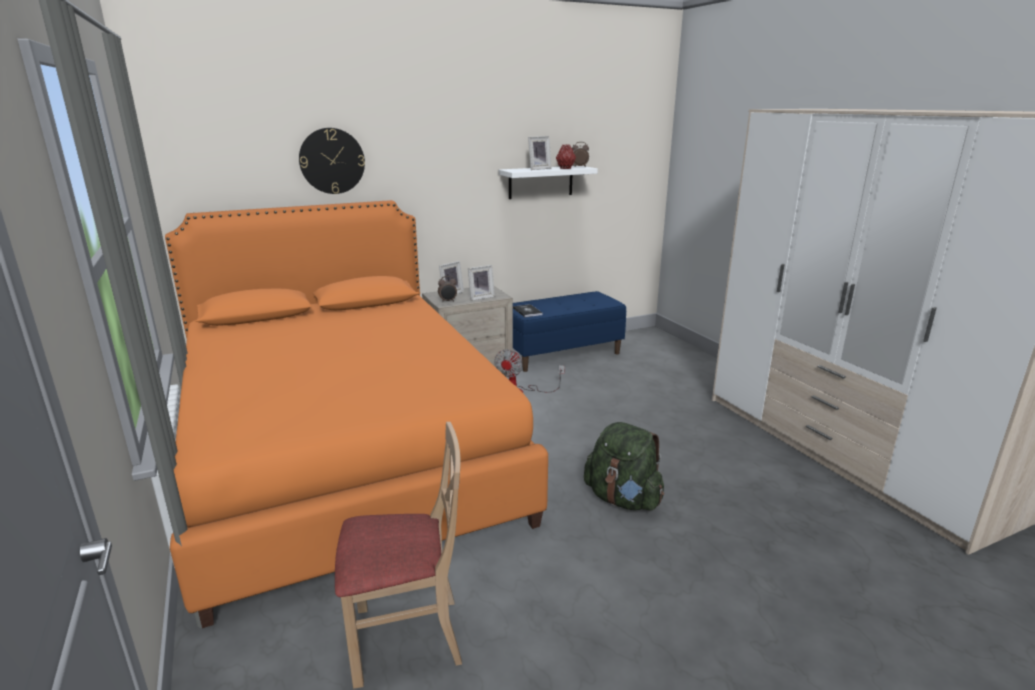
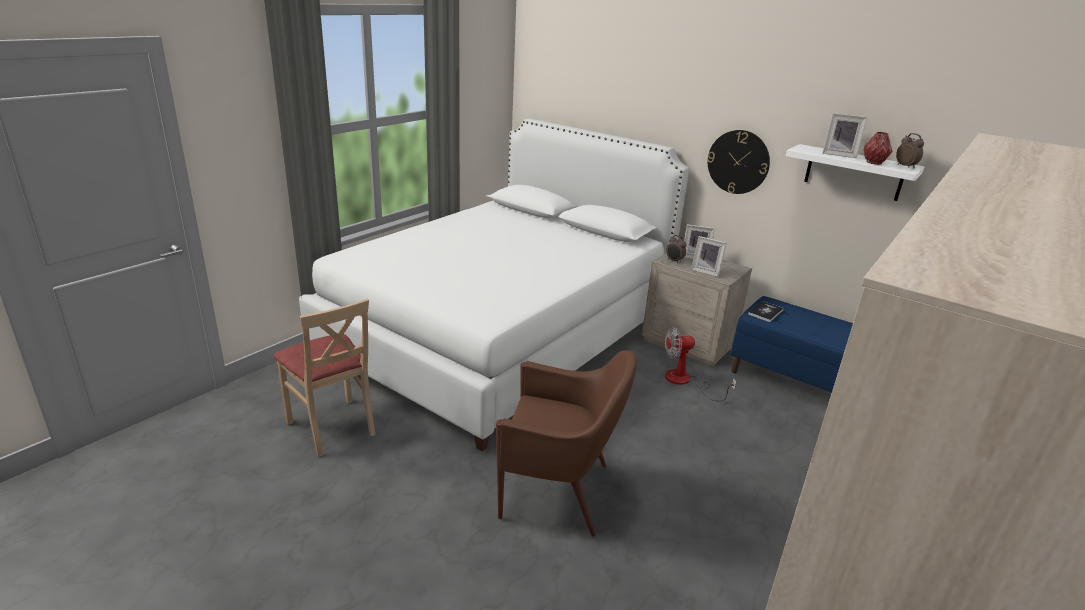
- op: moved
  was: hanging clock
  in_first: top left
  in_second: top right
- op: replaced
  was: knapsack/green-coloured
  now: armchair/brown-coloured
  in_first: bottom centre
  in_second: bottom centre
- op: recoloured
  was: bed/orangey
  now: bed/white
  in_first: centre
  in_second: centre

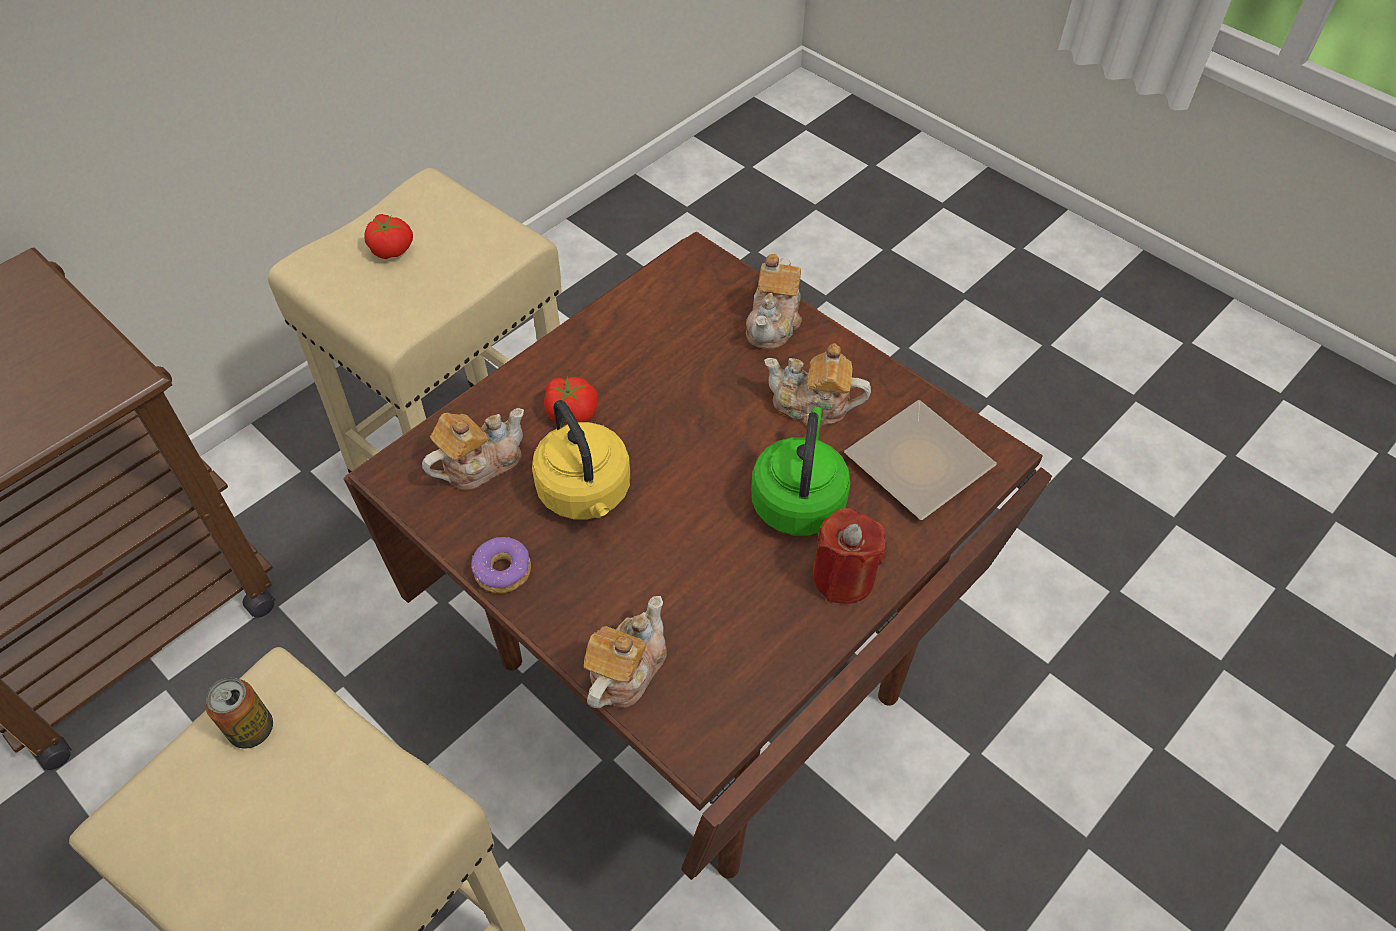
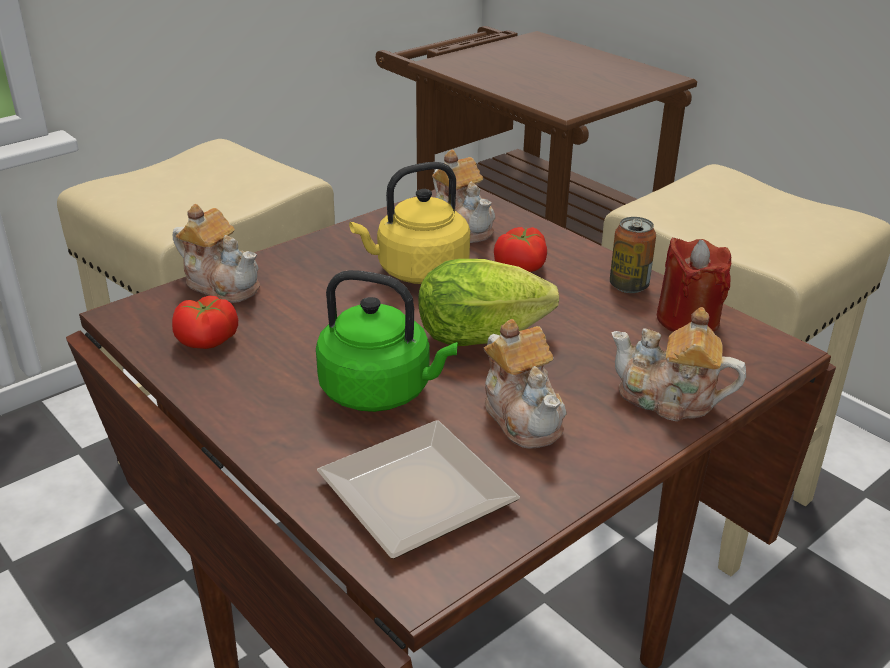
- op: removed
  was: donut
  in_first: centre
- op: added
  now: head of lettuce
  in_second: centre
- op: moved
  was: metal can
  in_first: bottom left
  in_second: middle right
- op: moved
  was: fresh tomato (1st from left)
  in_first: top left
  in_second: middle left
- op: moved
  was: wax light/reddish
  in_first: centre
  in_second: middle right
- op: turned
  was: pot for tea (4th from left in the first image)
  in_first: centre
  in_second: centre
  clockwise: 135

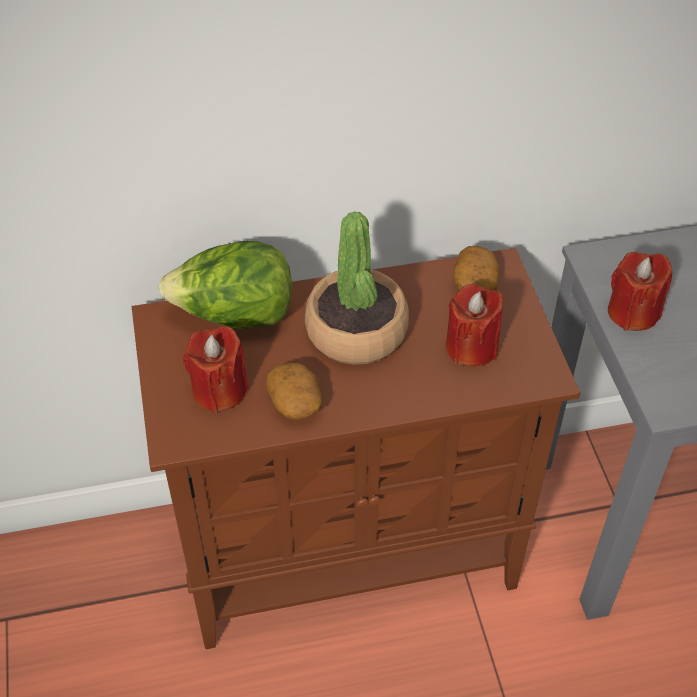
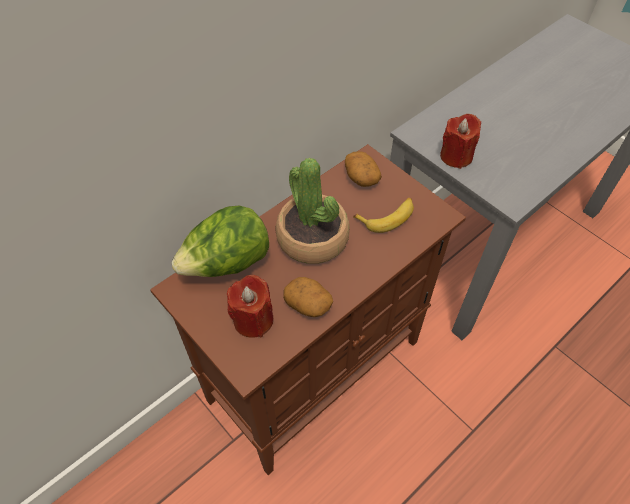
- op: replaced
  was: wax light/reddish (2nd from left)
  now: banana
  in_first: middle right
  in_second: centre

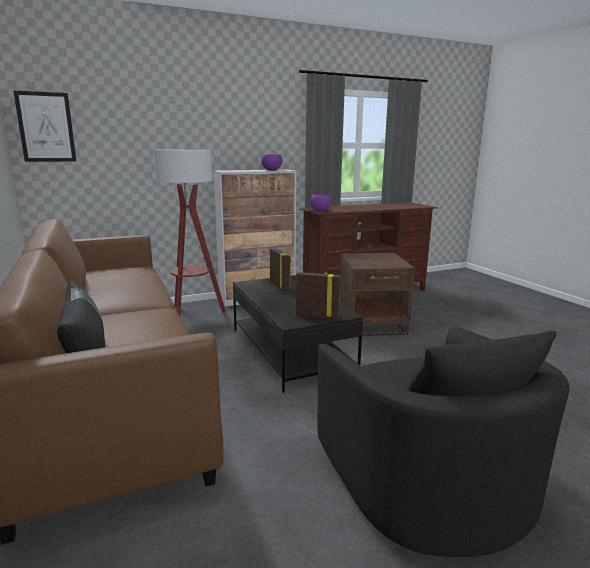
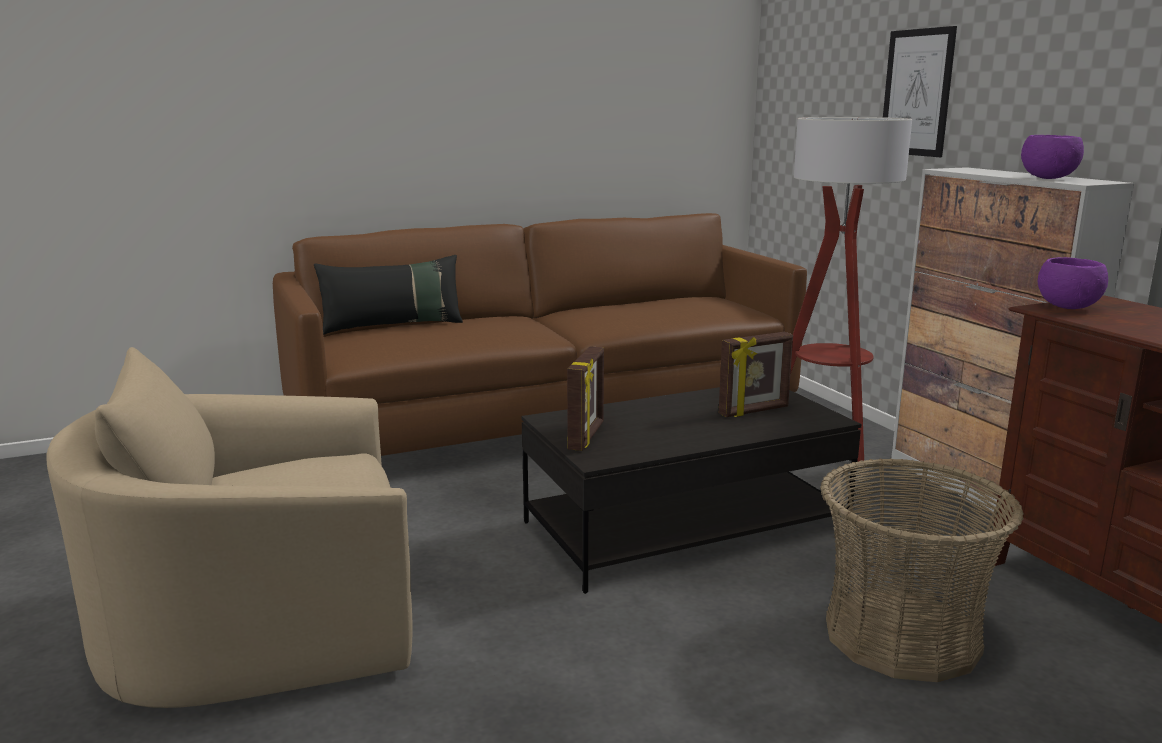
- op: moved
  was: picture
  in_first: top left
  in_second: top right
- op: replaced
  was: end table/brown-coloured
  now: storage basket
  in_first: centre
  in_second: bottom right
- op: recoloured
  was: armchair/black
  now: armchair/sand-coloured
  in_first: bottom right
  in_second: bottom left

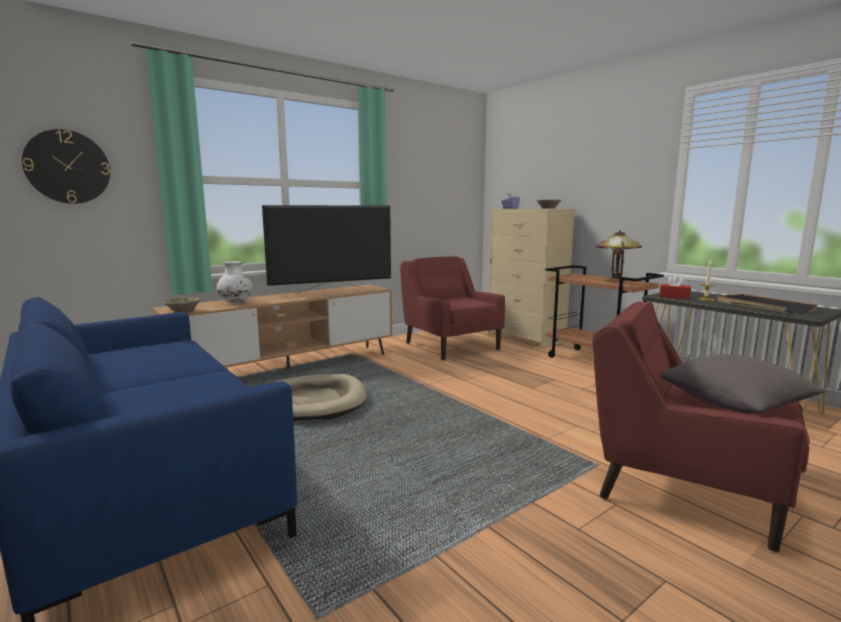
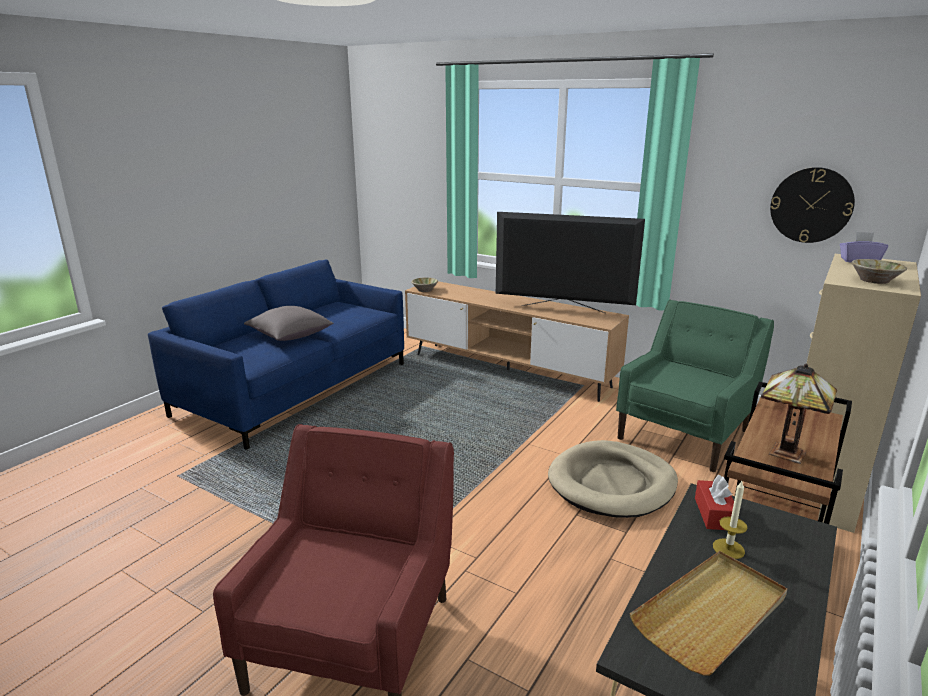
- op: removed
  was: decorative vase/white
  in_first: middle left
- op: moved
  was: hanging clock
  in_first: top left
  in_second: top right
- op: moved
  was: pet bed/sand-coloured
  in_first: centre
  in_second: bottom centre
- op: moved
  was: pillow/greyish
  in_first: middle right
  in_second: middle left
- op: recoloured
  was: armchair/reddish (1st from left)
  now: armchair/green-coloured
  in_first: centre
  in_second: middle right
- op: recoloured
  was: serving tray/black
  now: serving tray/sand-coloured
  in_first: middle right
  in_second: bottom right
- op: turned
  was: TV set
  in_first: centre
  in_second: centre
  clockwise: 150

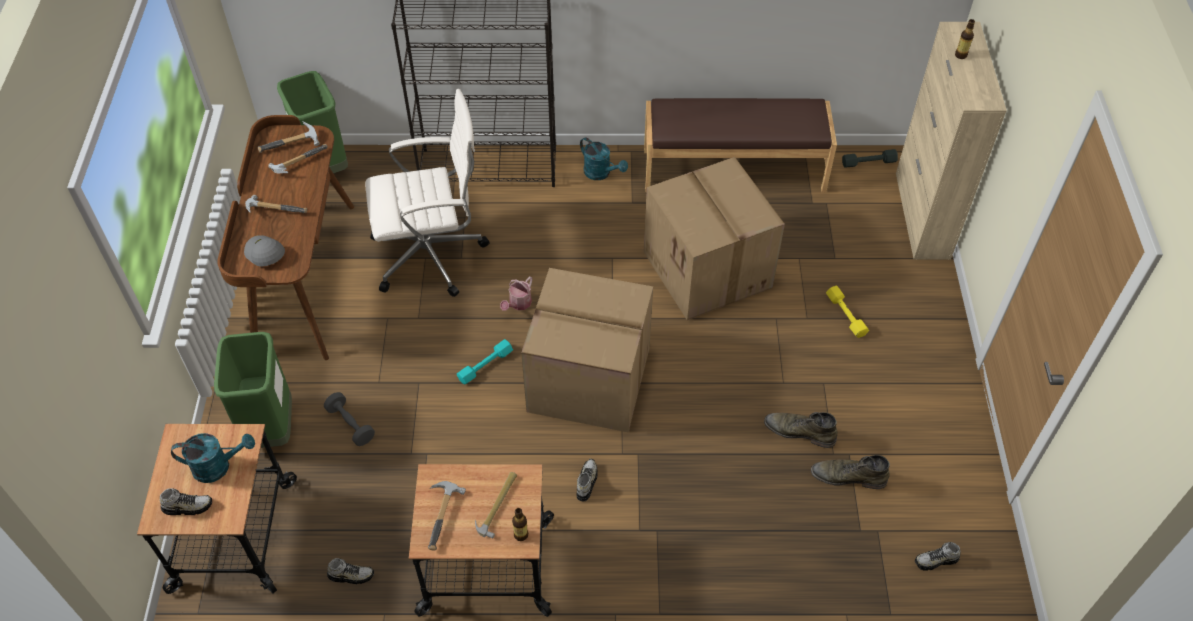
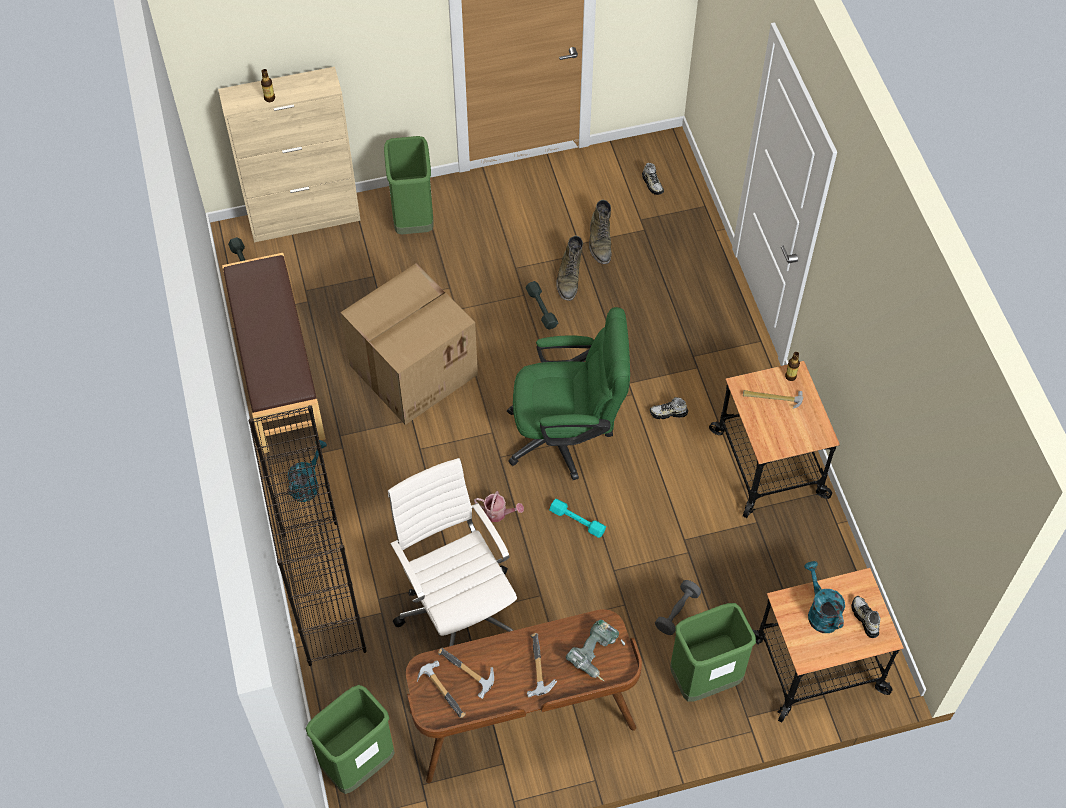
- op: removed
  was: low shoe (2nd from left)
  in_first: bottom left
- op: removed
  was: hand hammer (4th from left)
  in_first: bottom centre
- op: removed
  was: free weight/yellow-coloured
  in_first: middle right
- op: added
  now: rubbish bin/green-coloured (2nd from left)
  in_second: top centre
- op: added
  now: free weight/greyish (2nd from left)
  in_second: centre
- op: replaced
  was: cap/greyish
  now: electric drill
  in_first: middle left
  in_second: bottom centre
- op: replaced
  was: cardboard box (1st from left)
  now: desk chair/green-coloured
  in_first: centre
  in_second: centre

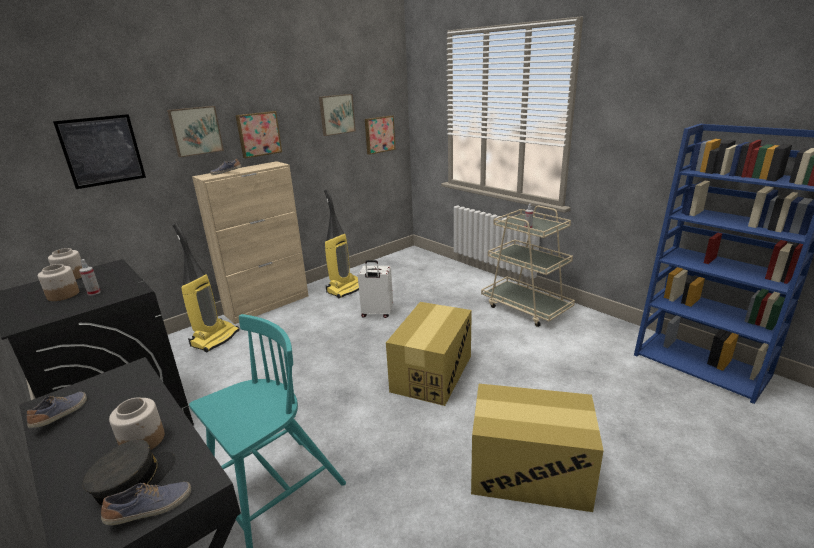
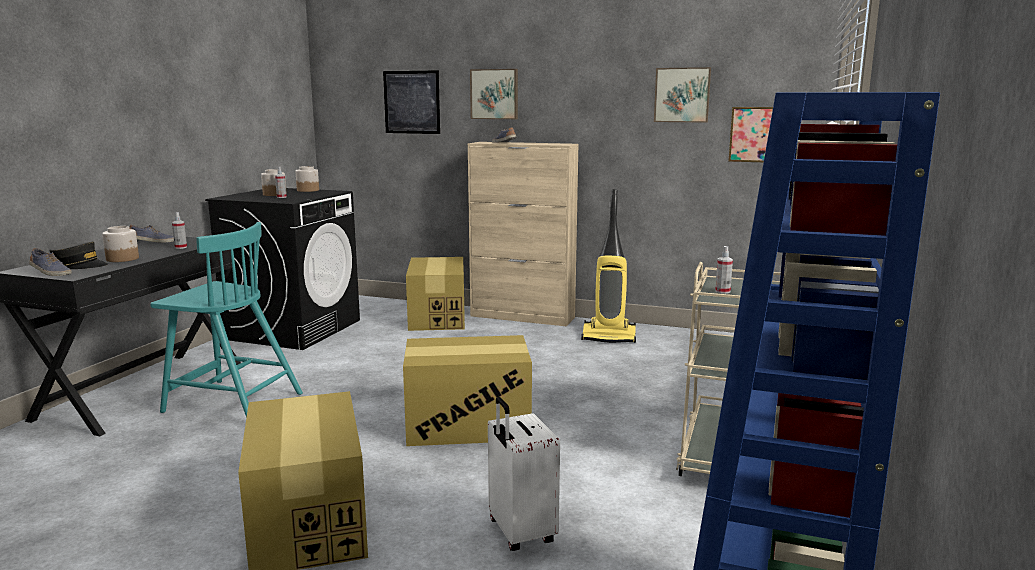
- op: removed
  was: picture (3rd from left)
  in_first: top left
- op: added
  now: sprayer (1st from left)
  in_second: middle left
- op: moved
  was: travel case/white
  in_first: centre
  in_second: bottom centre
- op: replaced
  was: vacuum cleaner (1st from left)
  now: cardboard box (2nd from left)
  in_first: middle left
  in_second: centre

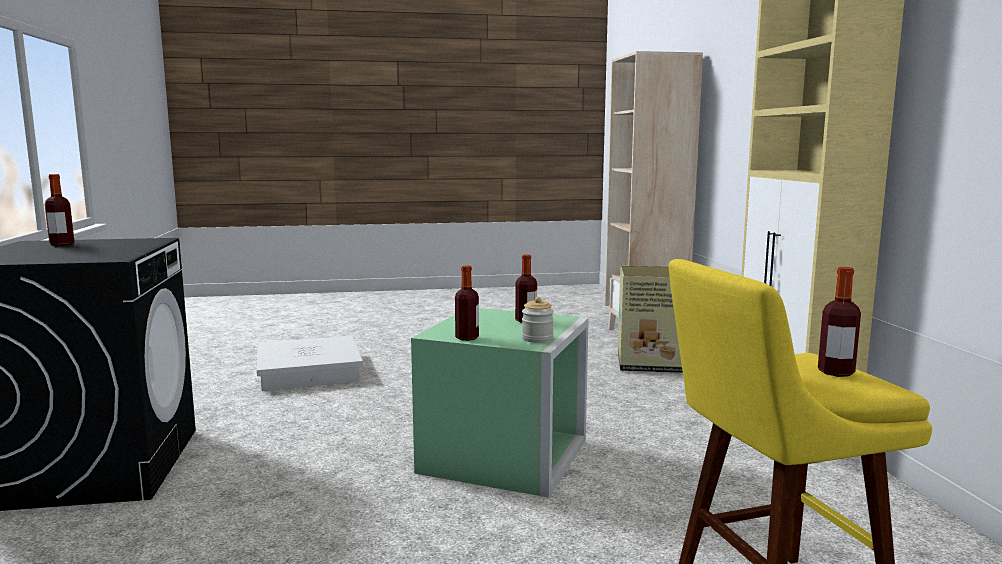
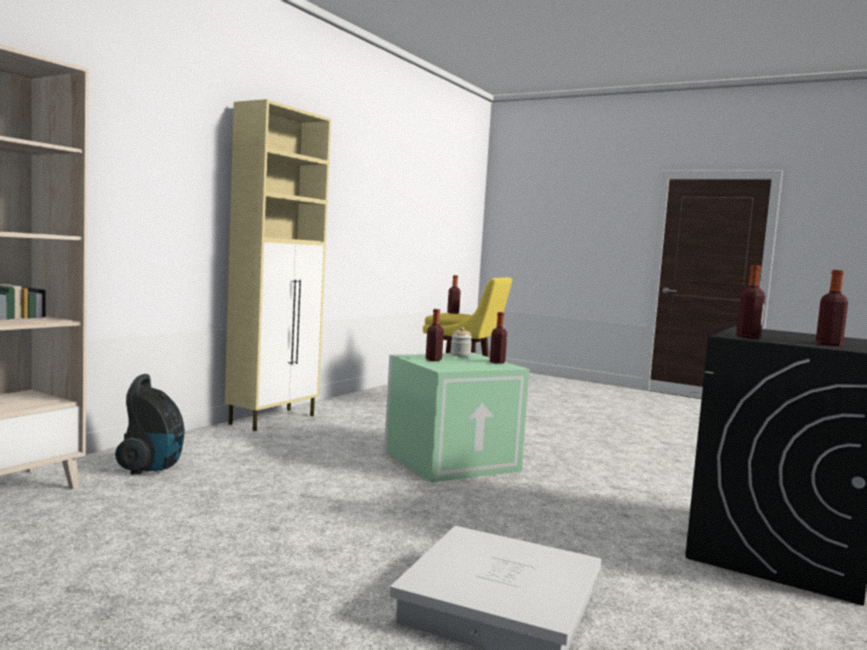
- op: added
  now: bottle (4th from left)
  in_second: middle right
- op: replaced
  was: cardboard box
  now: vacuum cleaner
  in_first: centre
  in_second: middle left

